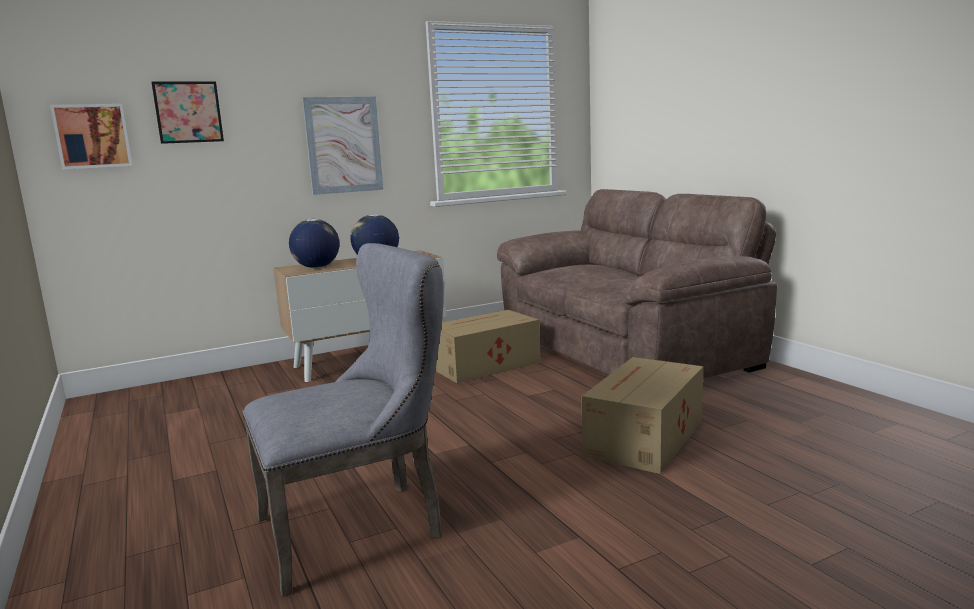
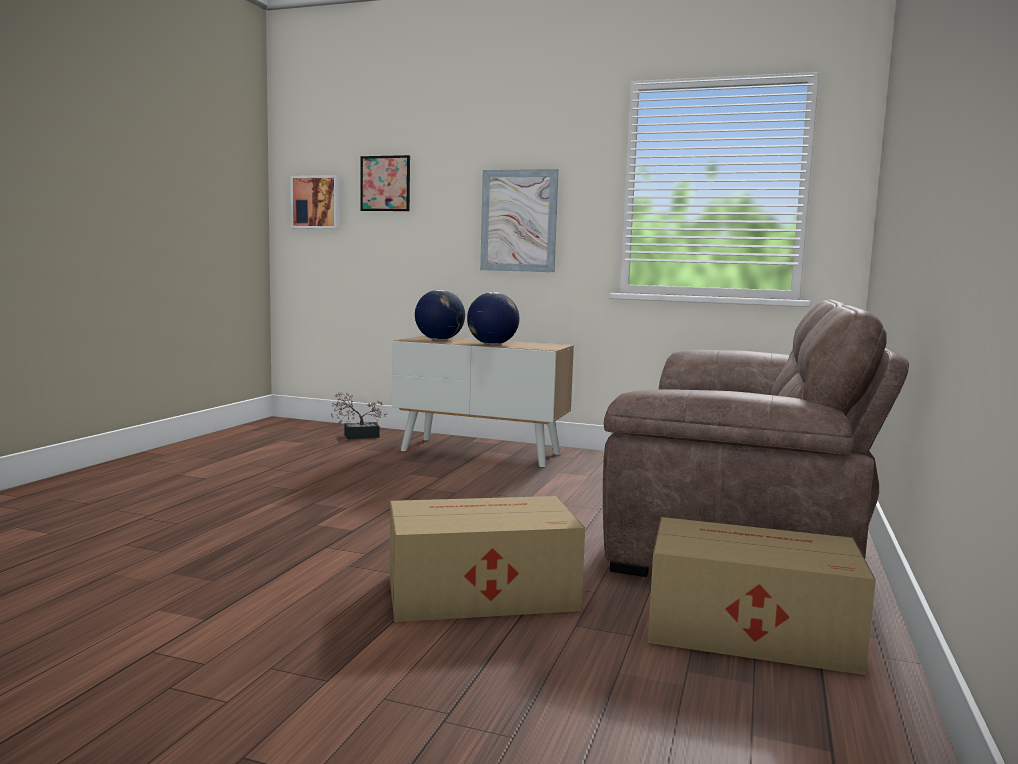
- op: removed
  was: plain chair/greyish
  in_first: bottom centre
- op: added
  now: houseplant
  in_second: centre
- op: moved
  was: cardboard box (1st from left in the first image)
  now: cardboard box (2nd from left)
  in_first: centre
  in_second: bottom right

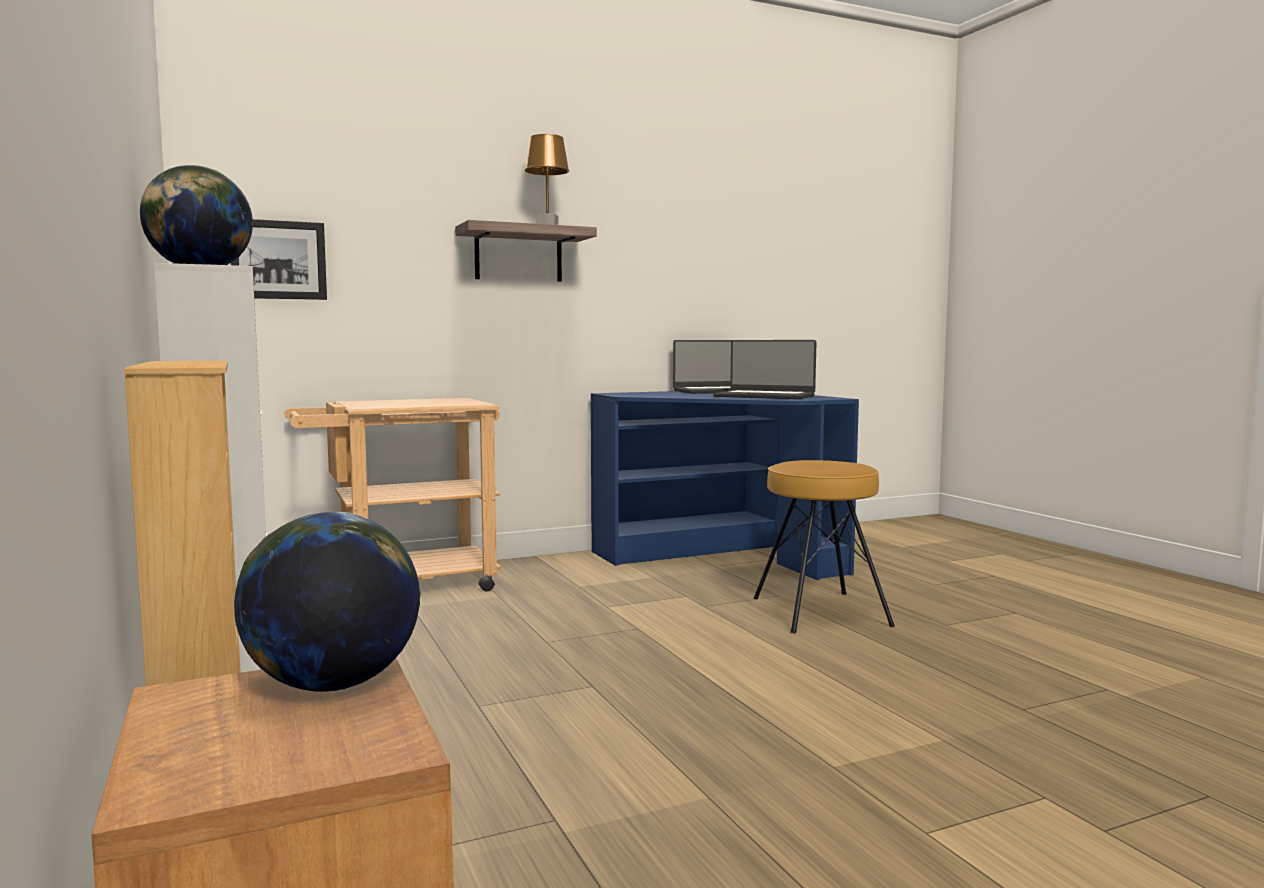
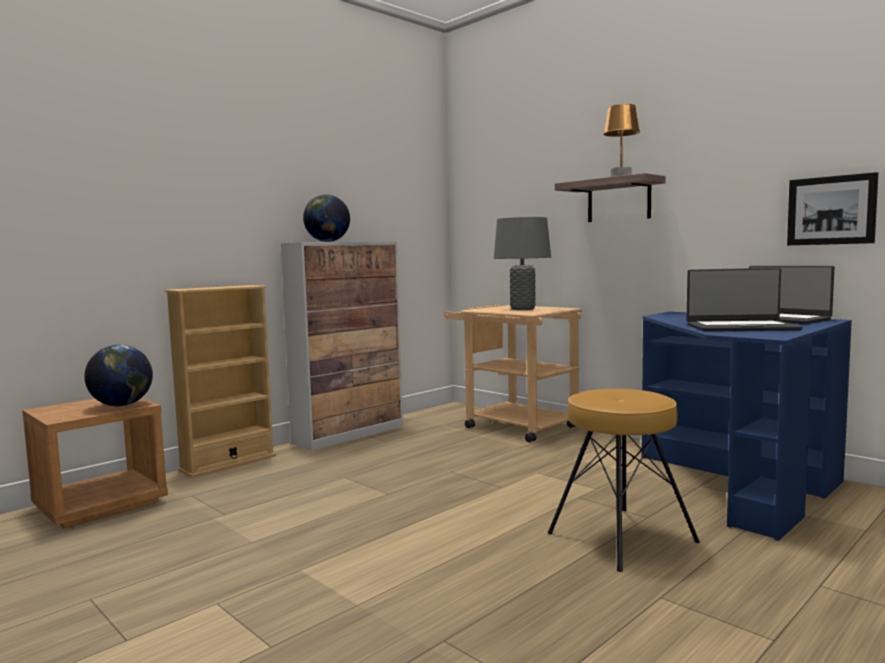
- op: added
  now: tabletop lamp/greyish
  in_second: centre
- op: moved
  was: picture
  in_first: top left
  in_second: top right
- op: turned
  was: laptop (2nd from left in the first image)
  in_first: centre
  in_second: middle right
  clockwise: -90

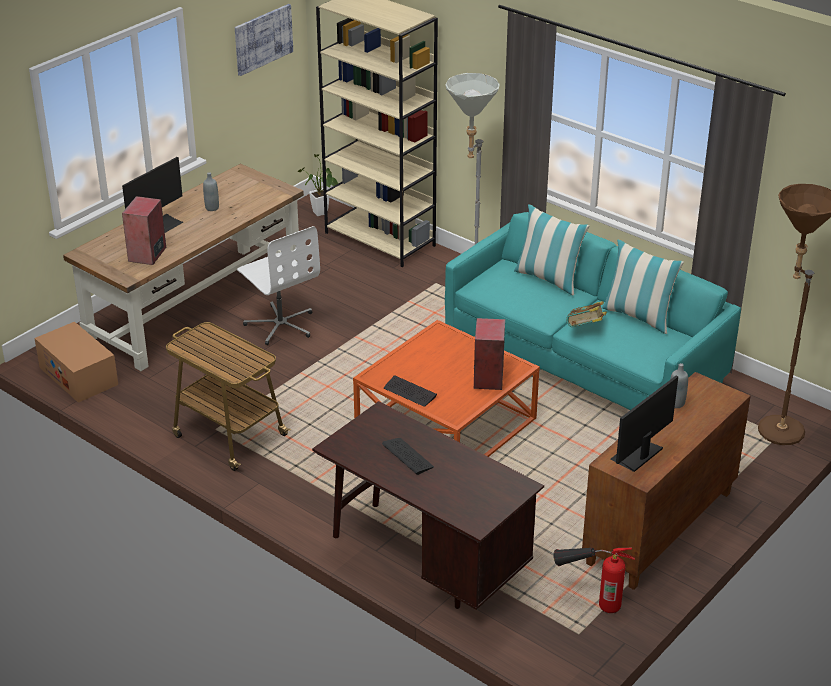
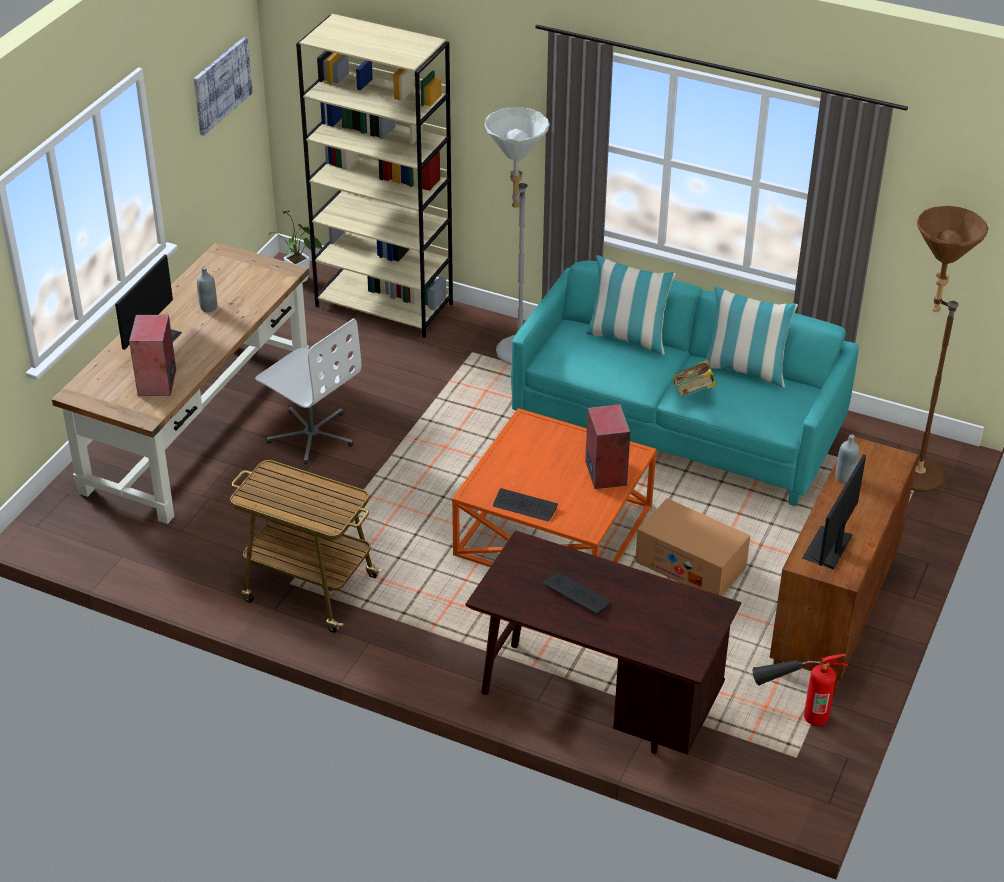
- op: moved
  was: cardboard box
  in_first: middle left
  in_second: middle right

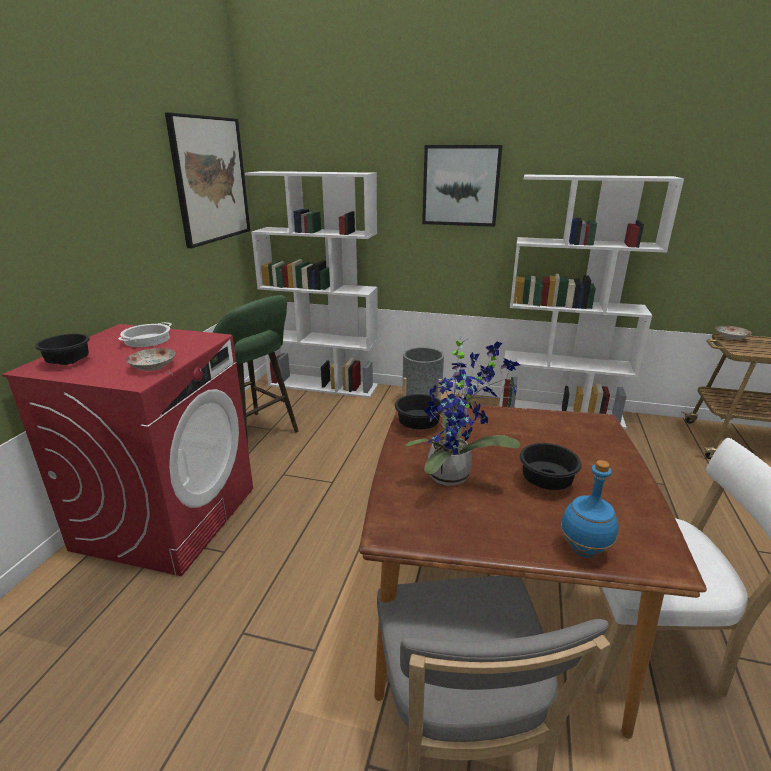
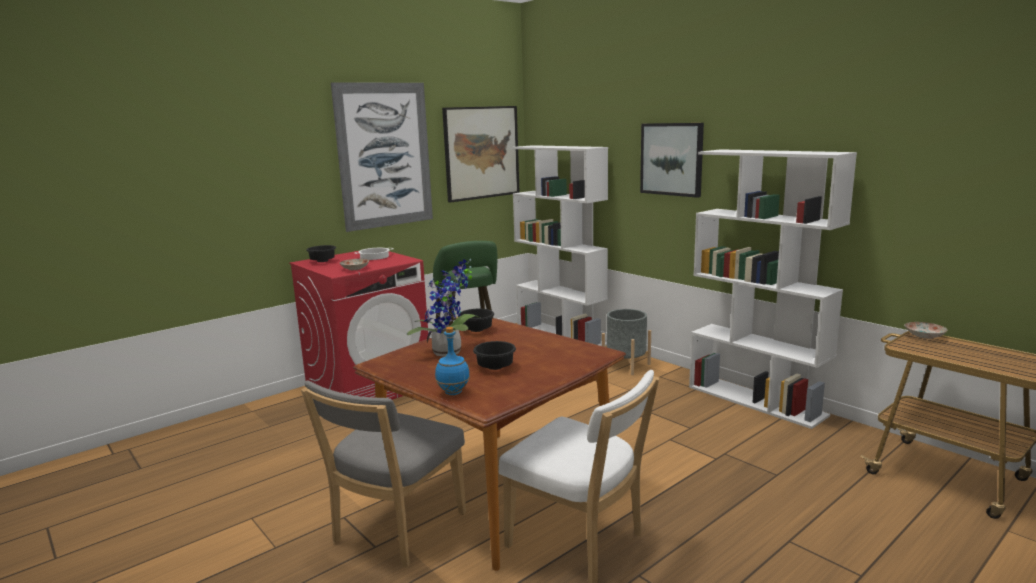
- op: added
  now: picture (1st from left)
  in_second: top centre

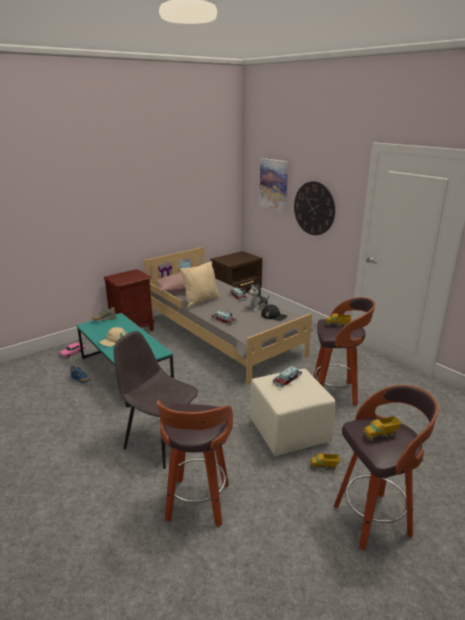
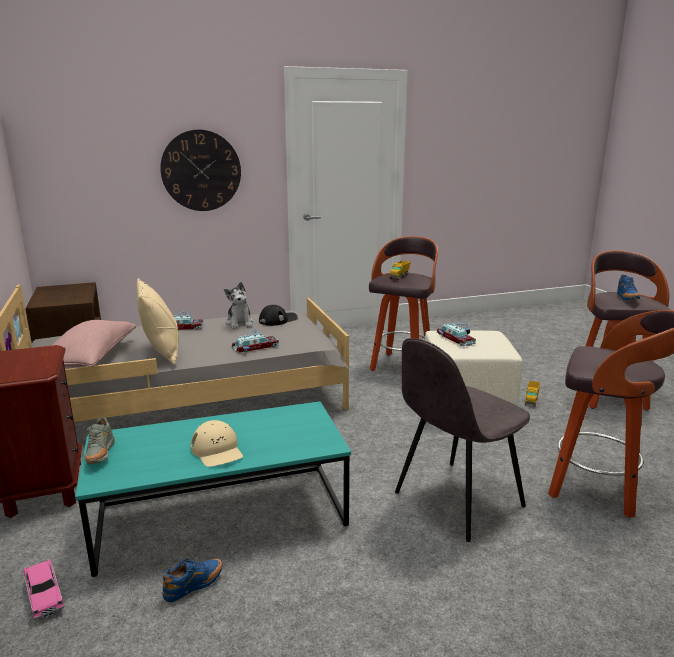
- op: removed
  was: picture
  in_first: top centre
- op: replaced
  was: toy truck (3rd from left)
  now: low shoe/bluish (2nd from left)
  in_first: bottom right
  in_second: middle right

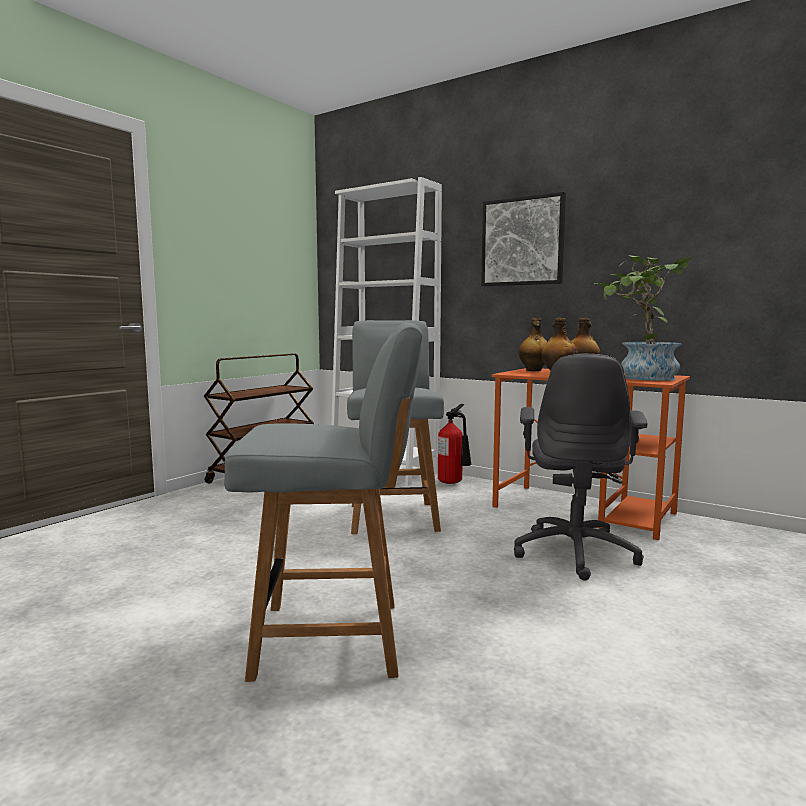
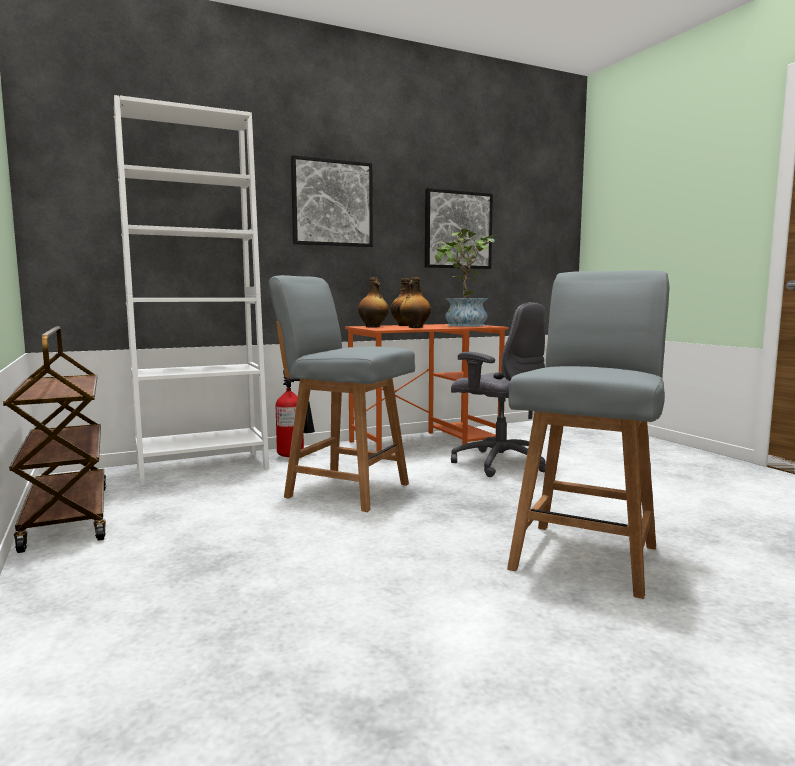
- op: added
  now: picture (2nd from left)
  in_second: top centre

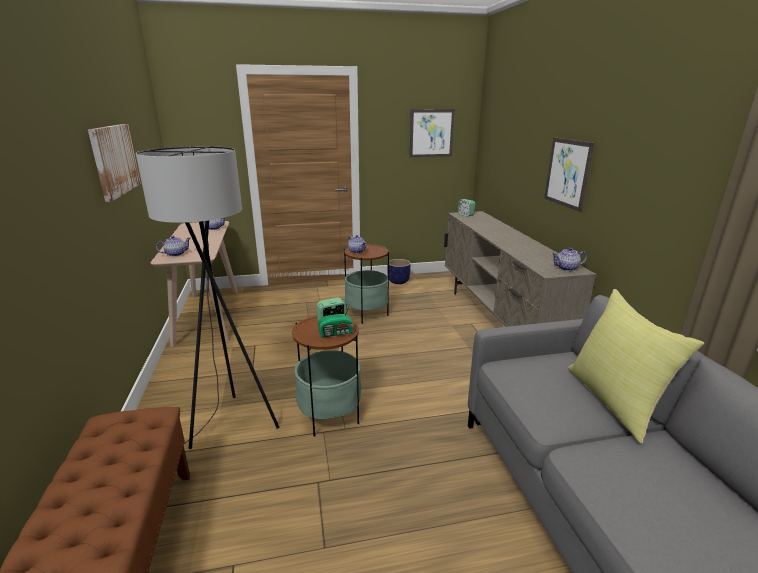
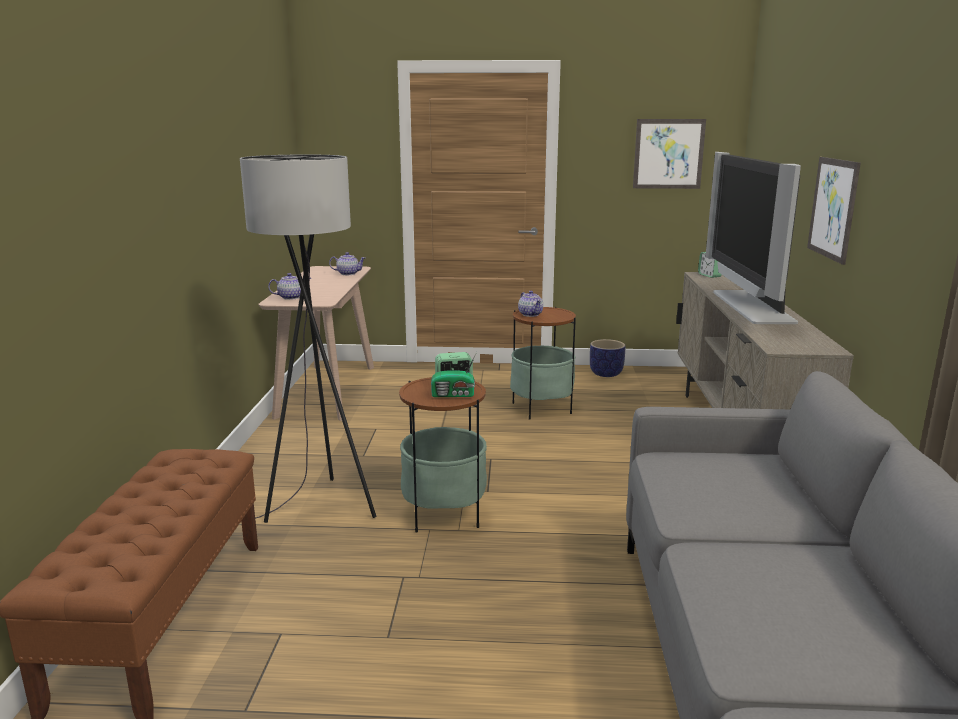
- op: removed
  was: picture (1st from left)
  in_first: top left
- op: removed
  was: pot for tea (4th from left)
  in_first: middle right
- op: removed
  was: pillow/yellow-coloured
  in_first: middle right
- op: added
  now: TV set
  in_second: top right

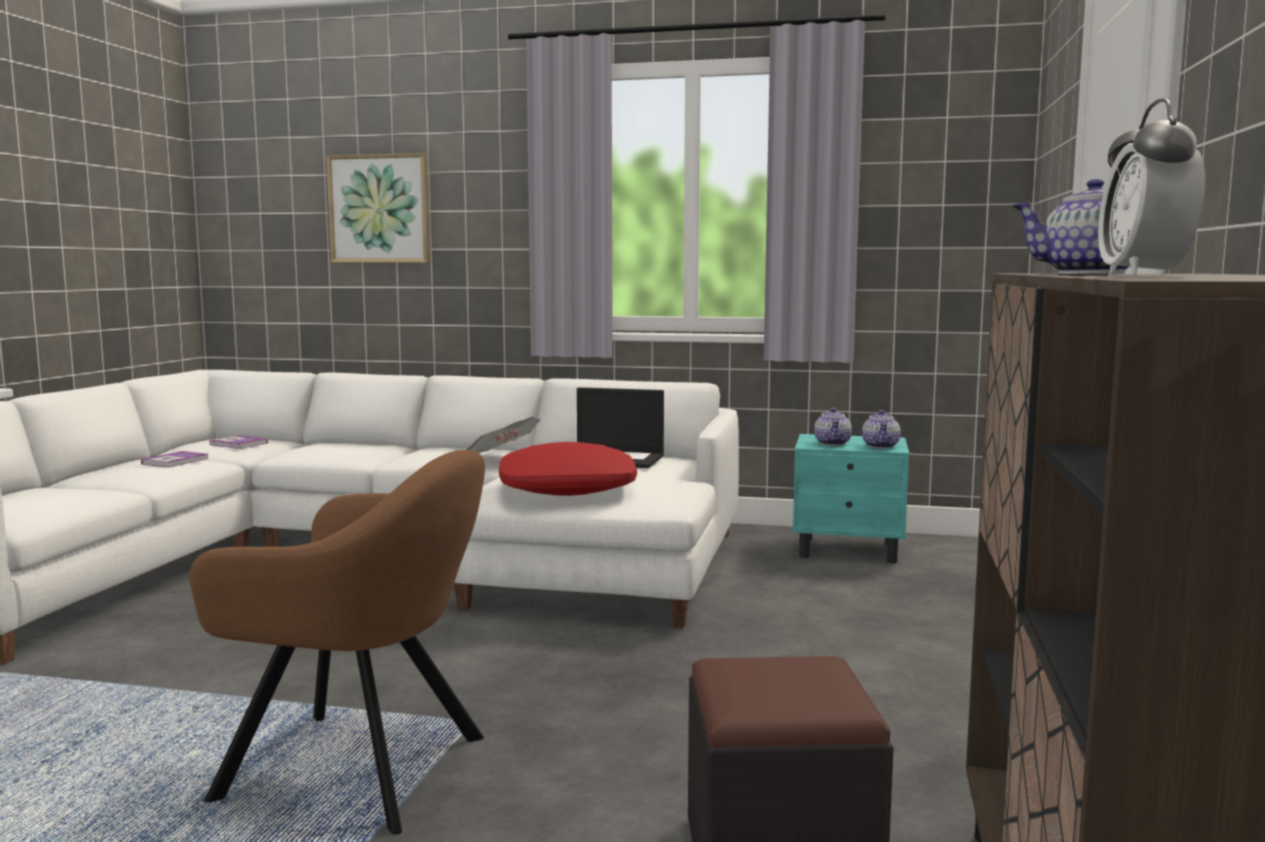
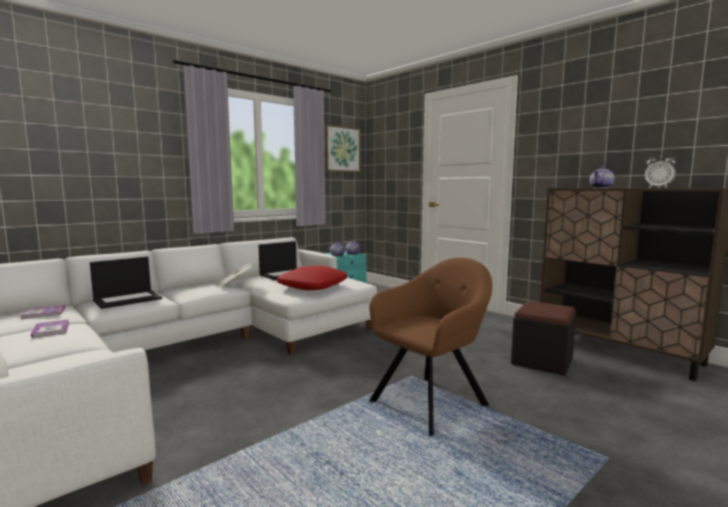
- op: added
  now: laptop (1st from left)
  in_second: middle left
- op: moved
  was: picture
  in_first: top left
  in_second: top centre

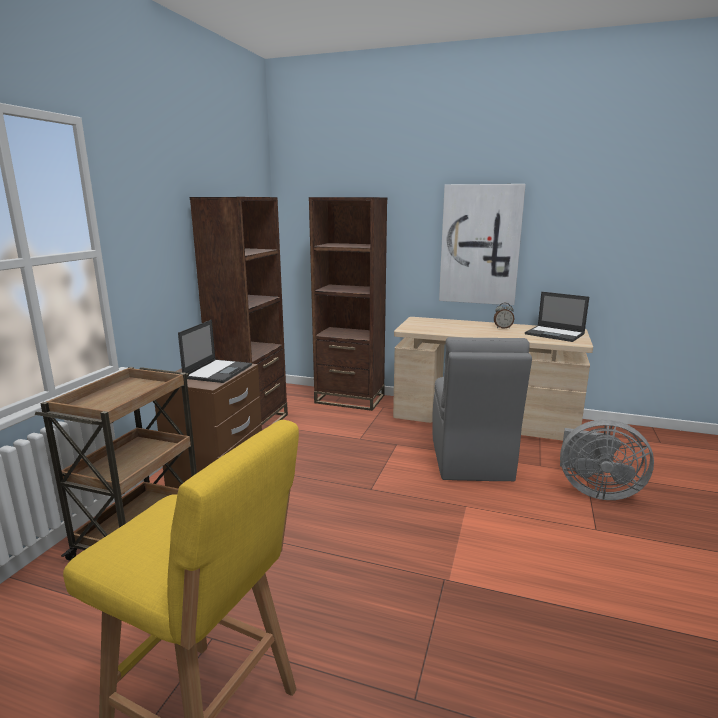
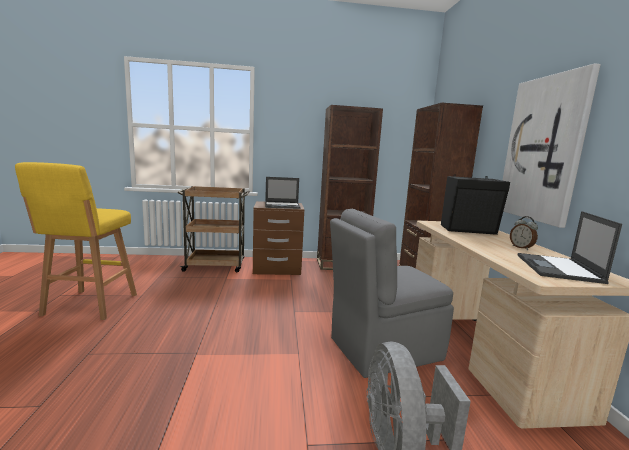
- op: added
  now: loudspeaker/black
  in_second: middle right

